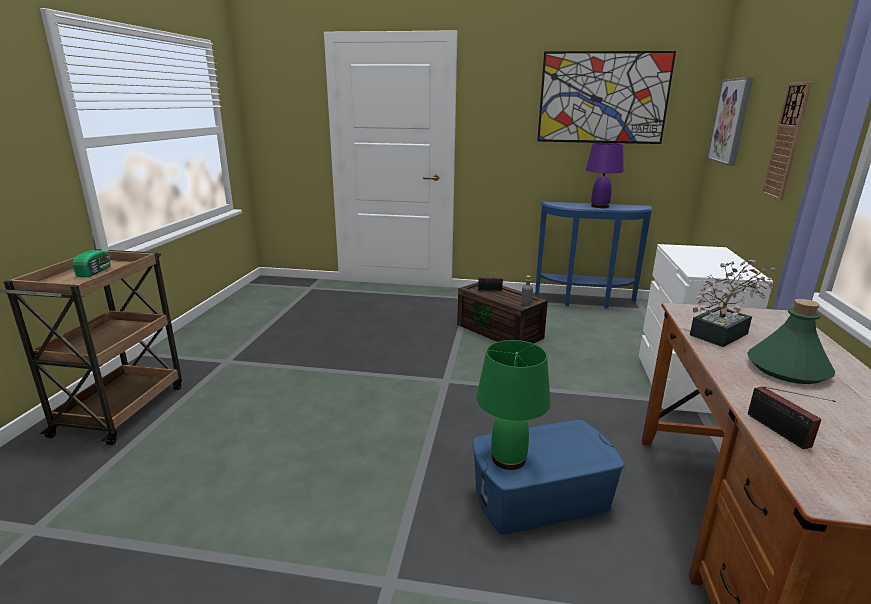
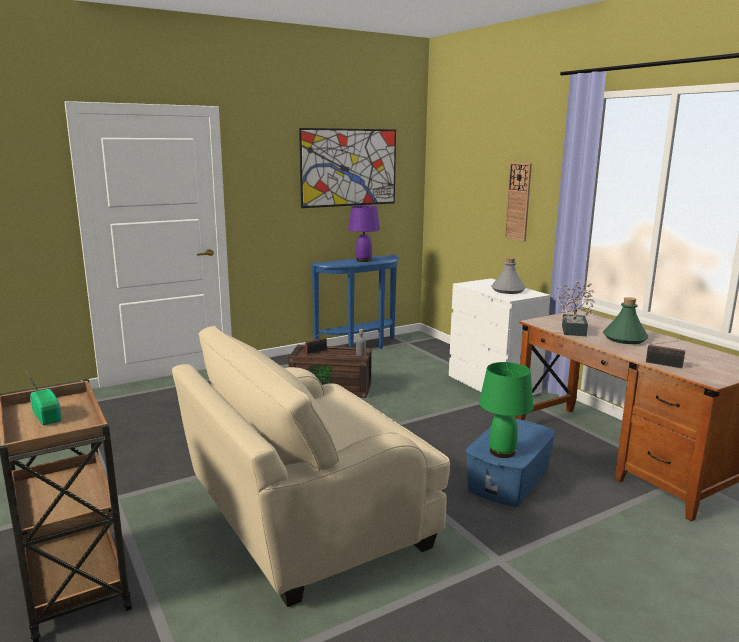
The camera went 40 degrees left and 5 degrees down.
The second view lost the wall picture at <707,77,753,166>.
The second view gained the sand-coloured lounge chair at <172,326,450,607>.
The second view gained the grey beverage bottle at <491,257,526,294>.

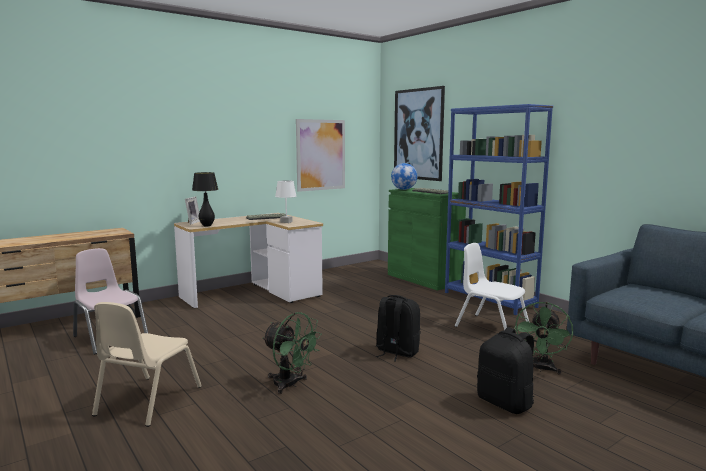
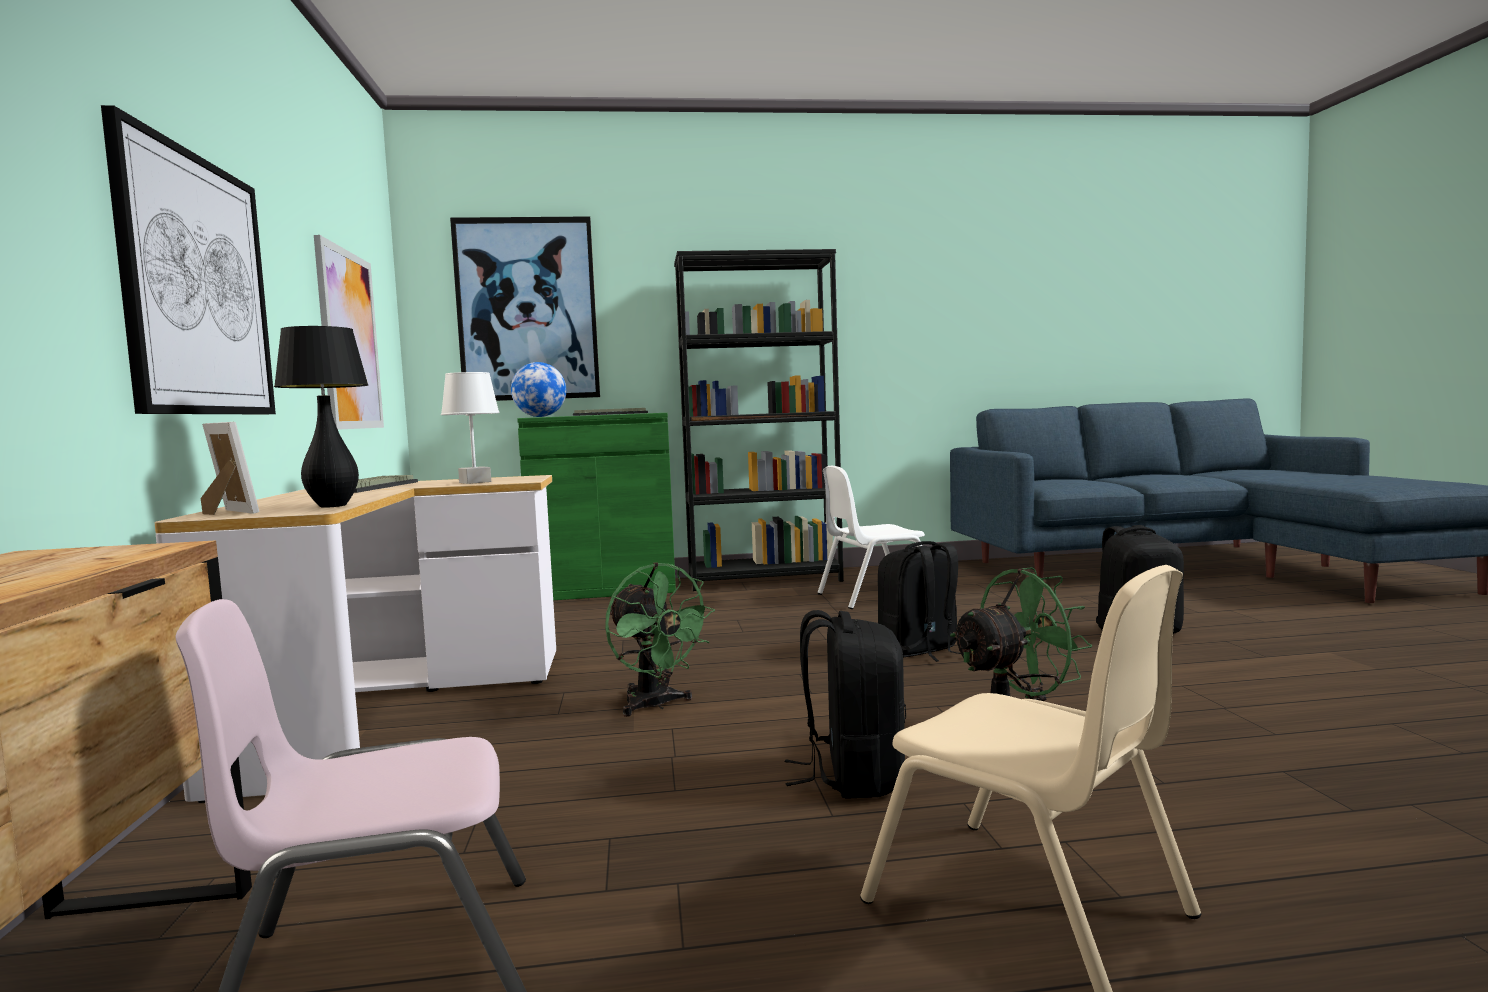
The camera went 60 degrees left and 5 degrees down.
The second view gained the wall picture at <101,105,276,414>.
The second view gained the blackish rucksack at <785,610,906,799>.
The green-coloured cooling fan ended up elsewhere, having gone from <514,302,573,375> to <605,562,715,717>.
What was the bluish bookshelf at <445,104,553,315> turned into the blackish bookshelf at <674,249,844,591>.

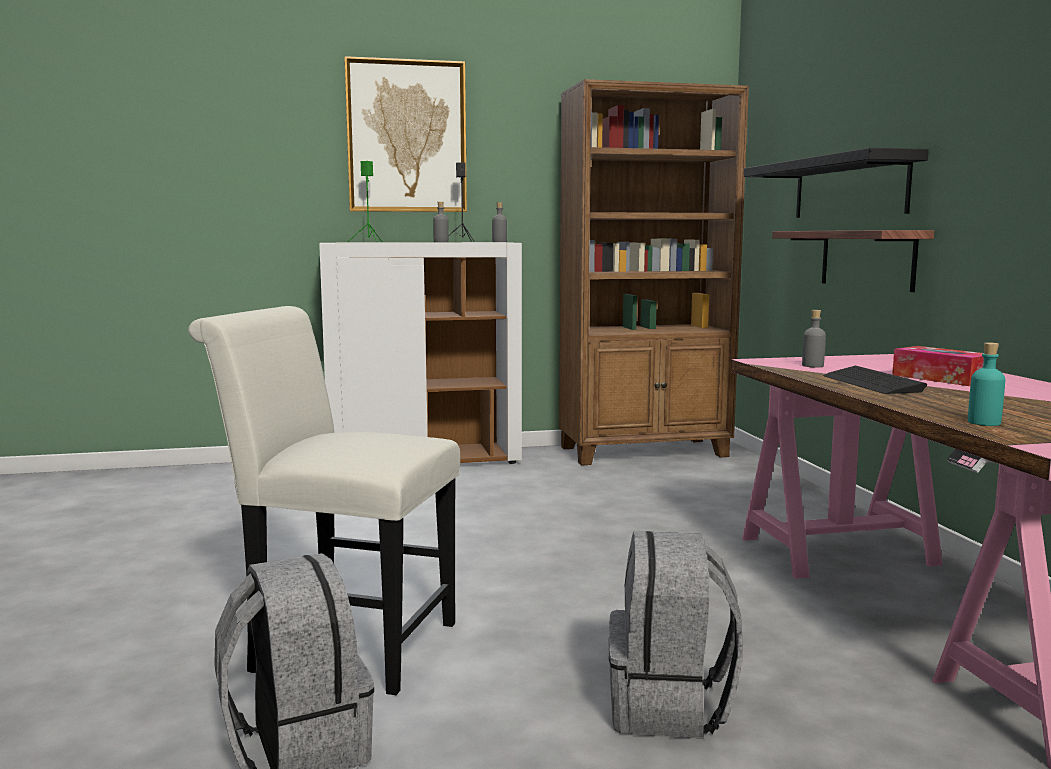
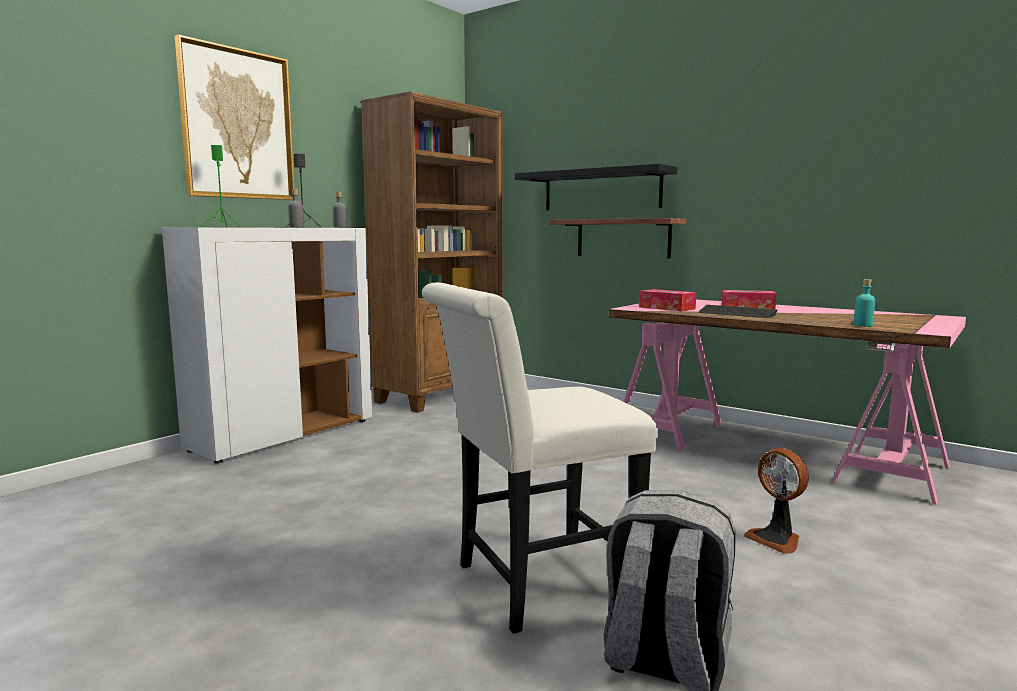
The camera went 40 degrees left and 0 degrees up.
Where the grey rucksack stood at <609,531,743,739>, the cooling fan came to stand at <744,448,809,553>.
Where the grey beverage bottle stood at <802,310,826,368>, the tissue holder came to stand at <639,289,696,311>.

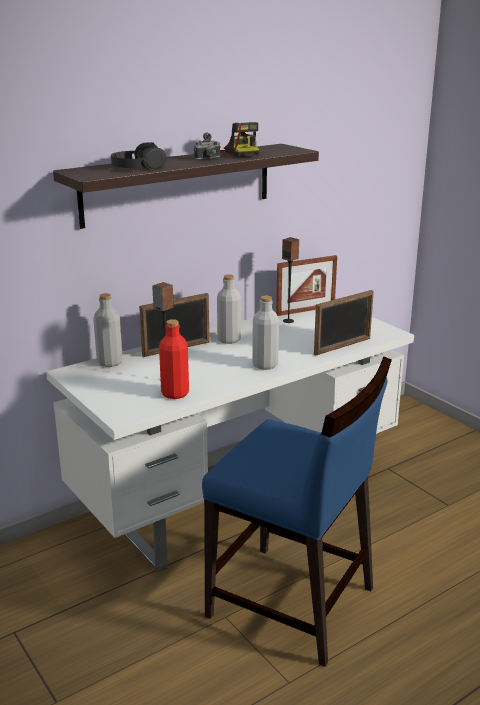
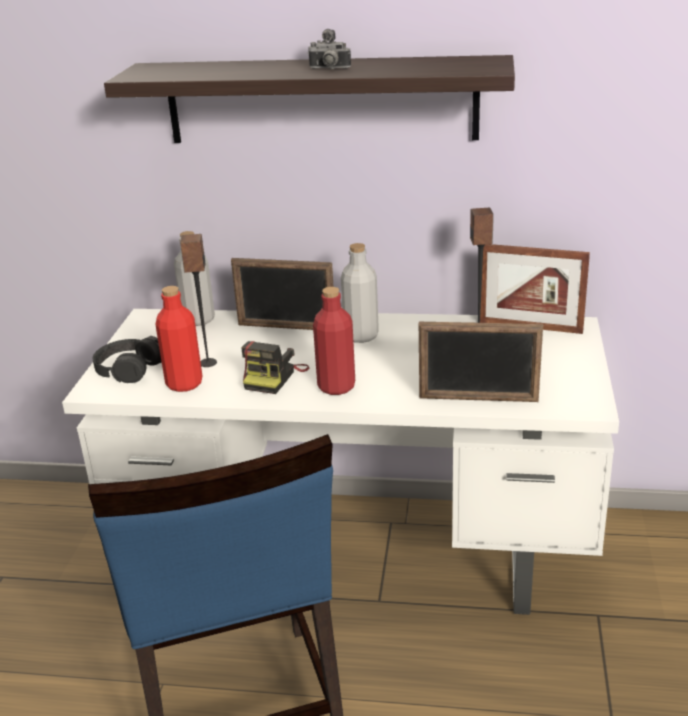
The camera went 45 degrees right and 5 degrees up.
The blackish pair of headphones ended up elsewhere, having gone from <111,142,166,170> to <93,336,162,383>.
The still camera ended up elsewhere, having gone from <220,122,259,157> to <241,341,309,394>.
What was the grey beverage bottle at <252,296,279,370> turned into the red beverage bottle at <313,287,355,395>.

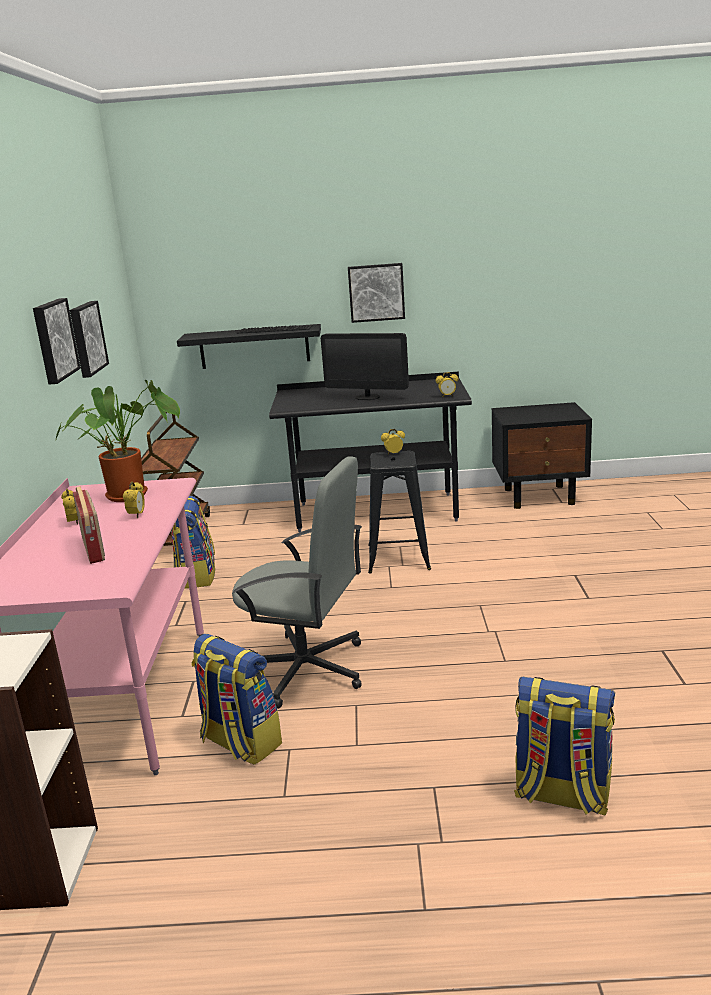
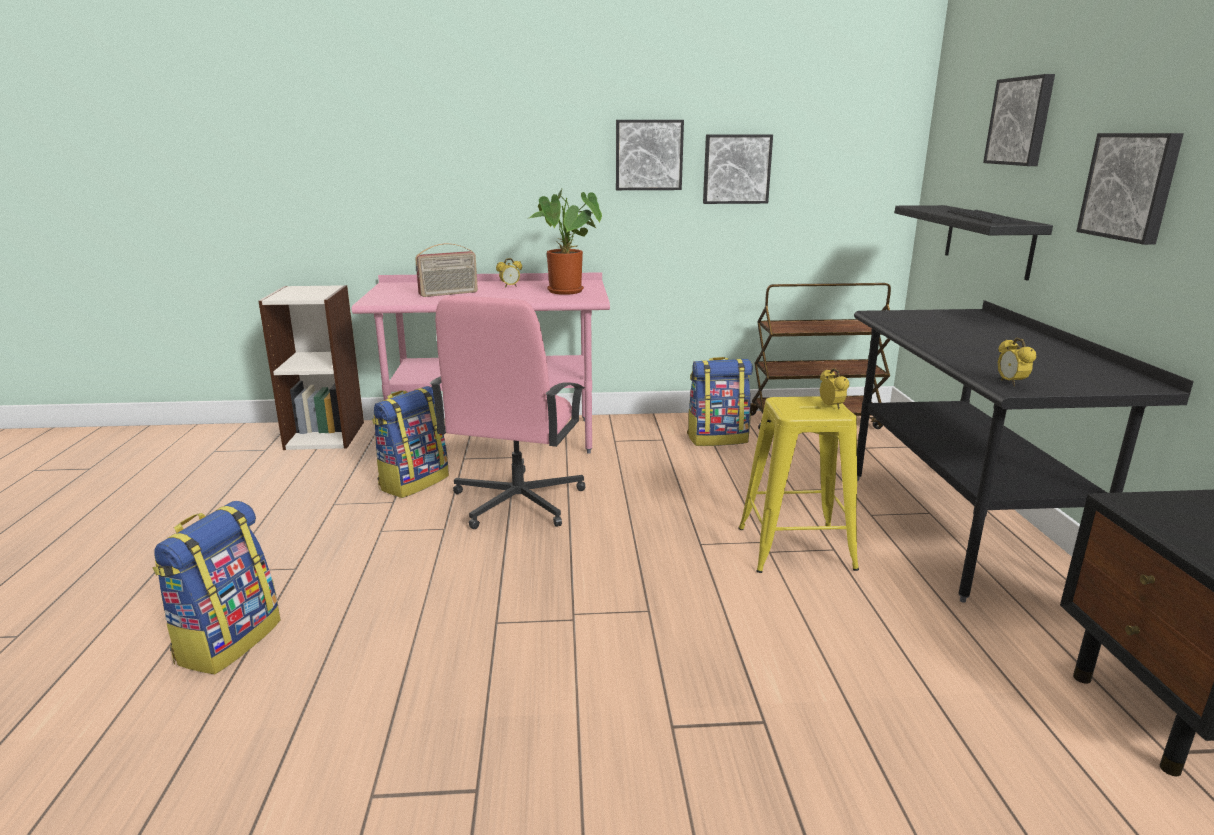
The camera went 85 degrees right and 0 degrees up.
The second view lost the bedside clock at <123,482,145,518>.
The second view lost the monitor at <321,333,409,400>.
The second view gained the wall picture at <983,74,1055,166>.
What was the grey office chair at <232,456,362,709> turned into the pink office chair at <430,296,585,529>.
What was the blackish stool seat at <368,451,431,573> turned into the yellow stool seat at <738,396,859,573>.

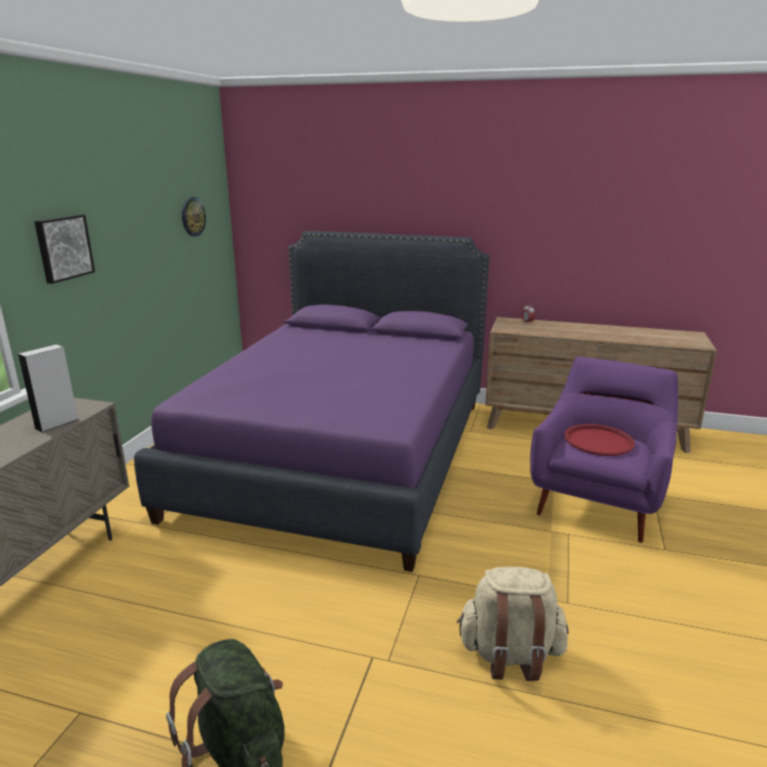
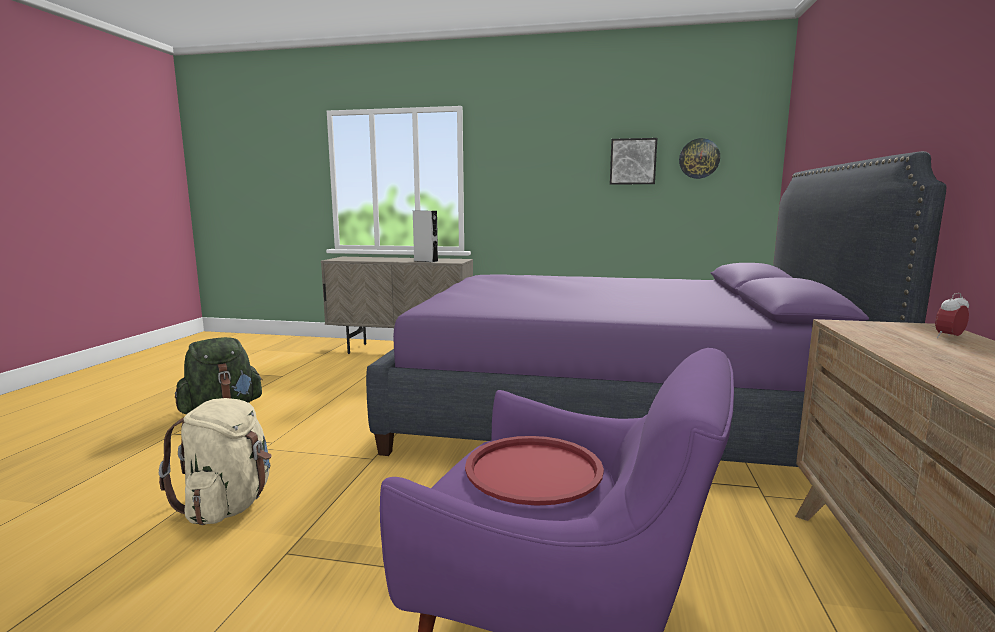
The camera went 85 degrees right and 10 degrees down.
The wall picture ended up elsewhere, having gone from <34,214,95,284> to <610,138,657,185>.

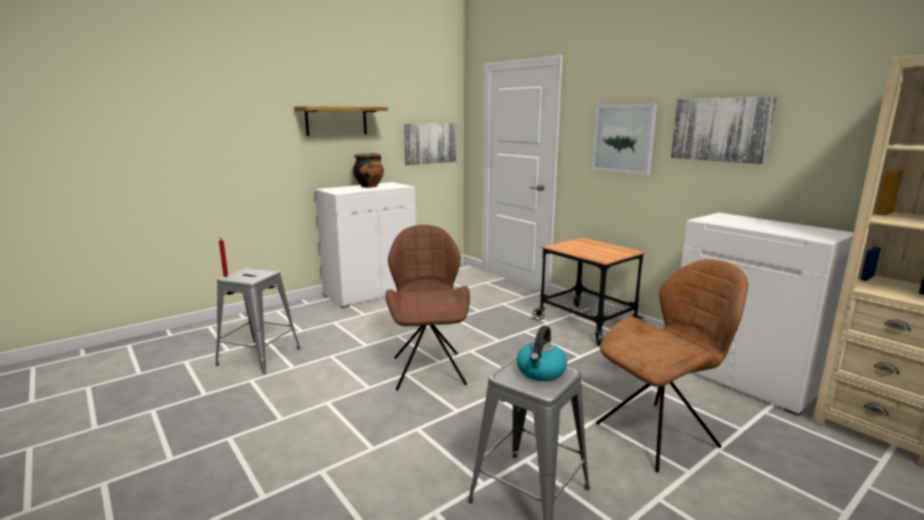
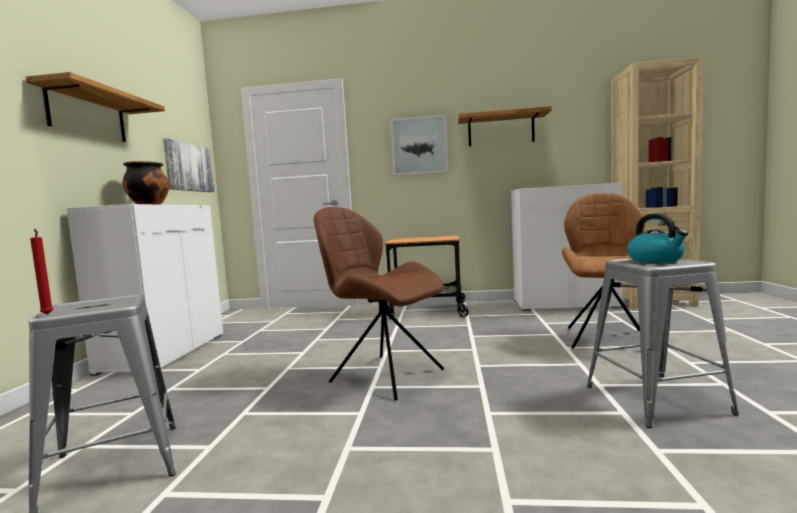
The camera went 45 degrees left and 10 degrees down.
Where the wall picture hung at <671,97,777,164>, the shelf came to hang at <458,106,552,147>.

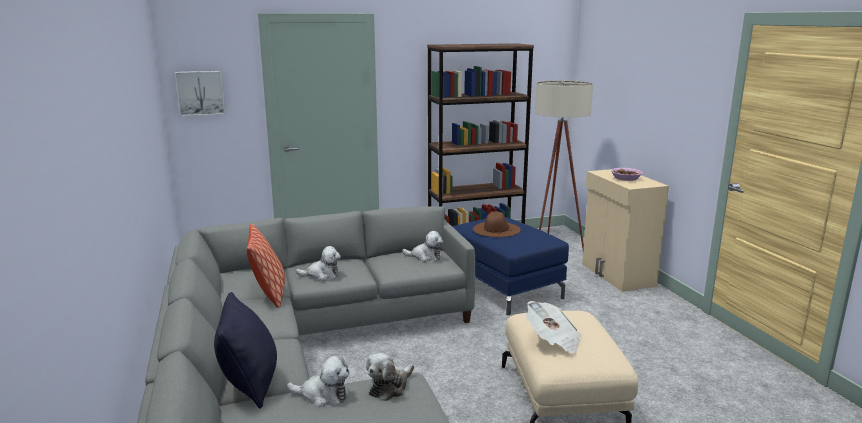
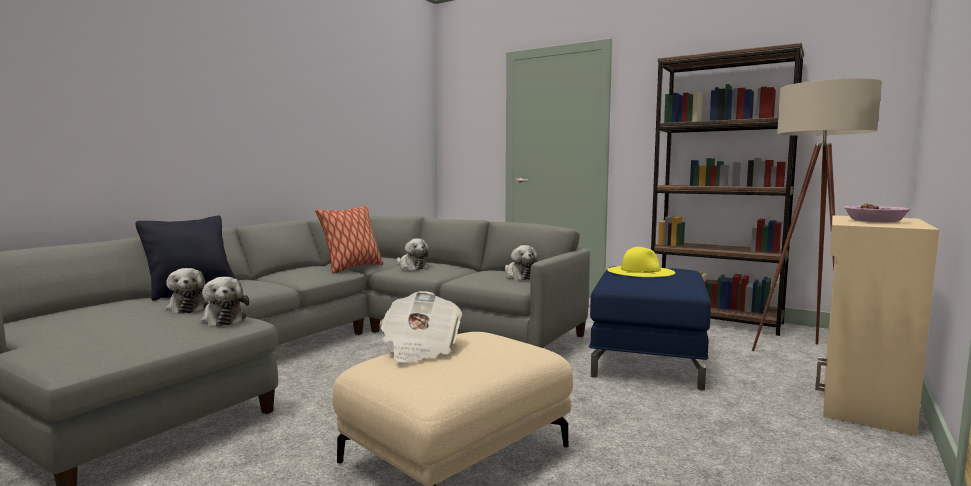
The camera went 50 degrees right and 10 degrees down.
The second view lost the wall picture at <175,71,225,116>.
What was the brown-coloured wearable hat at <473,212,521,237> turned into the yellow wearable hat at <607,247,675,277>.
The plush toy at <366,353,414,401> ended up facing another way, 120 degrees counterclockwise from before.

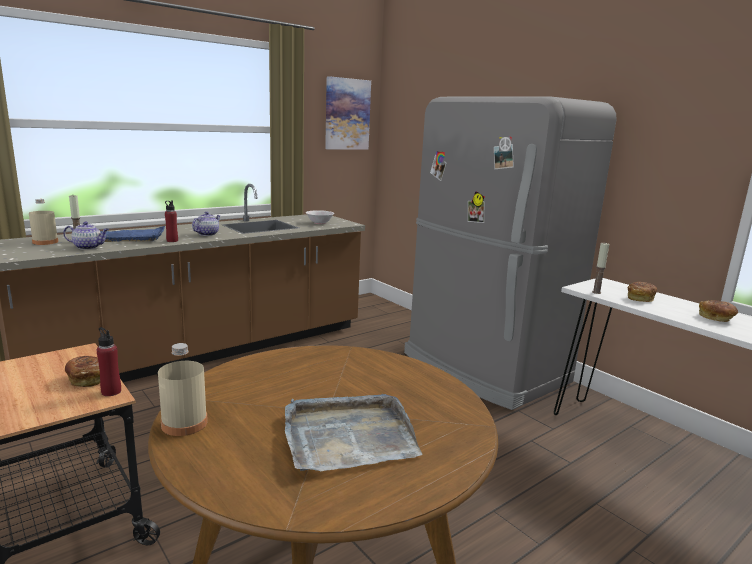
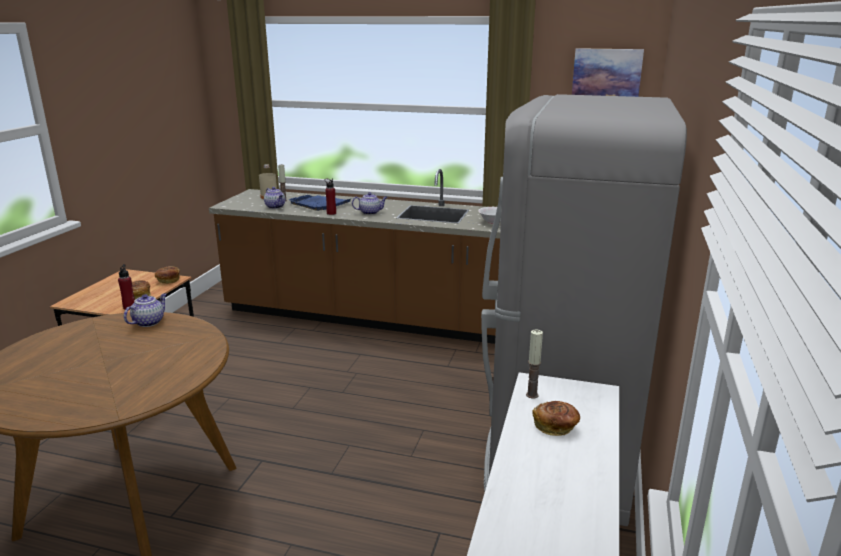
The camera went 55 degrees right and 5 degrees up.
The second view lost the sand-coloured beverage bottle at <158,343,208,436>.
The second view lost the grey serving tray at <285,394,422,471>.
The second view gained the teapot at <124,293,167,327>.
The bread ended up elsewhere, having gone from <699,300,738,322> to <155,266,180,284>.

